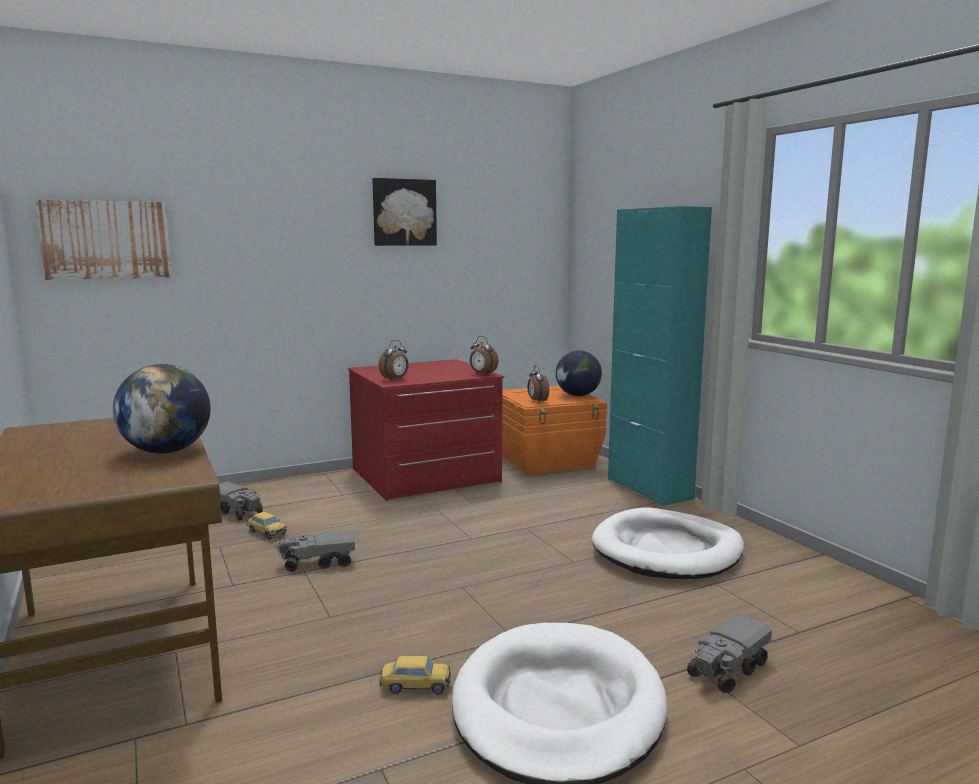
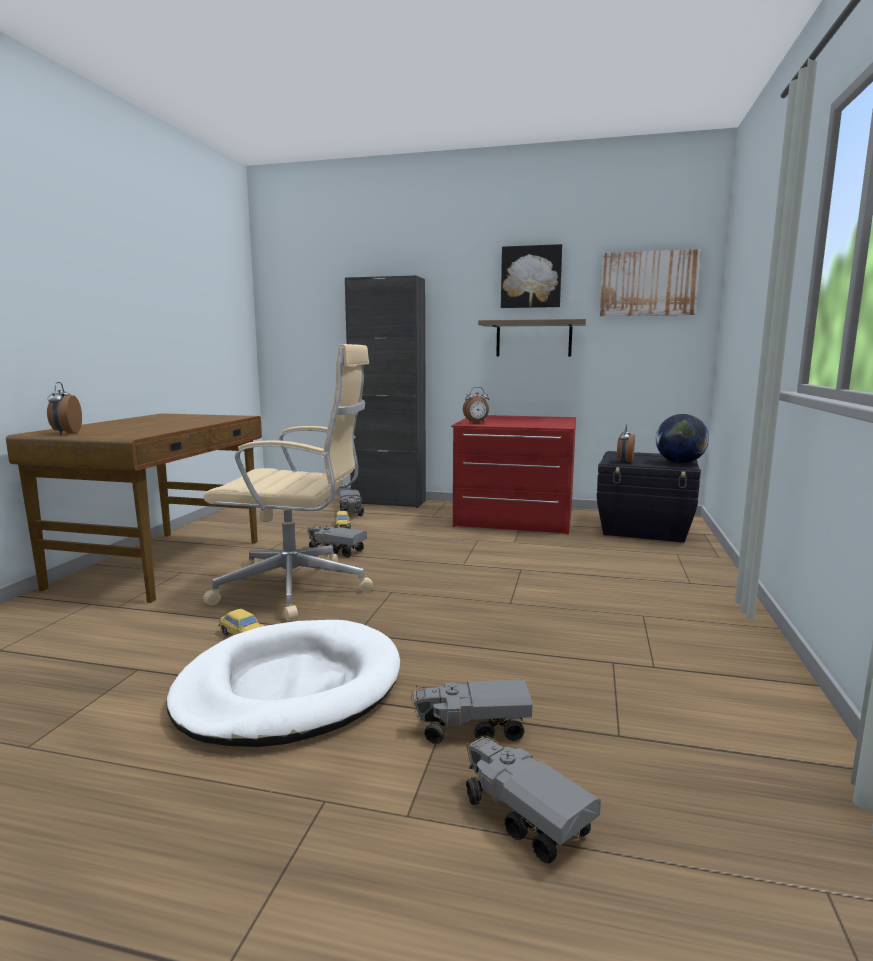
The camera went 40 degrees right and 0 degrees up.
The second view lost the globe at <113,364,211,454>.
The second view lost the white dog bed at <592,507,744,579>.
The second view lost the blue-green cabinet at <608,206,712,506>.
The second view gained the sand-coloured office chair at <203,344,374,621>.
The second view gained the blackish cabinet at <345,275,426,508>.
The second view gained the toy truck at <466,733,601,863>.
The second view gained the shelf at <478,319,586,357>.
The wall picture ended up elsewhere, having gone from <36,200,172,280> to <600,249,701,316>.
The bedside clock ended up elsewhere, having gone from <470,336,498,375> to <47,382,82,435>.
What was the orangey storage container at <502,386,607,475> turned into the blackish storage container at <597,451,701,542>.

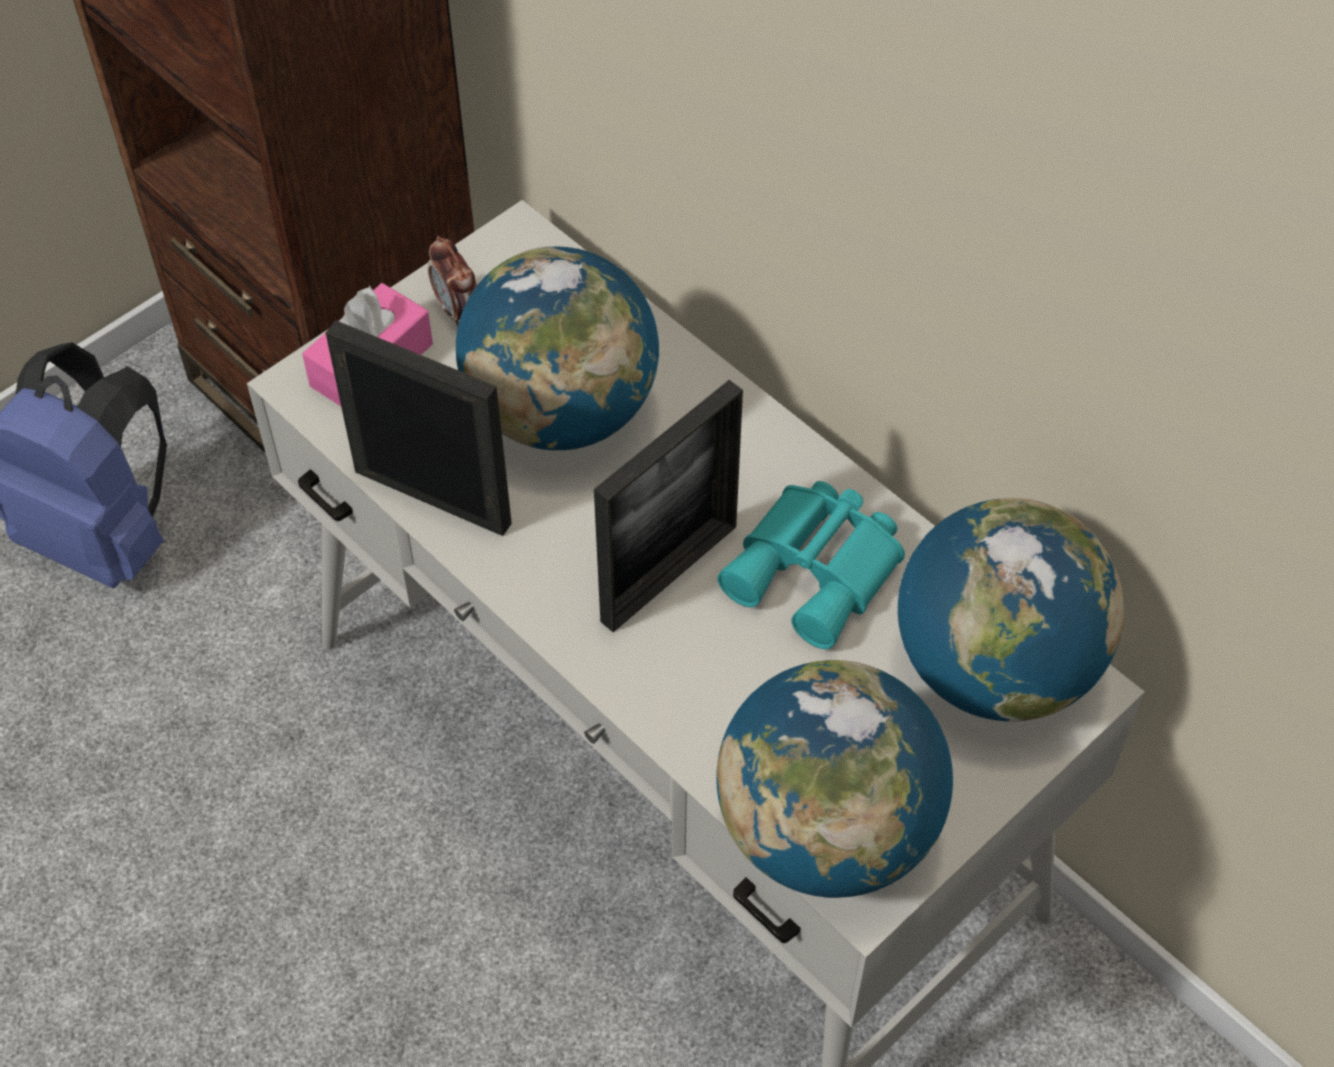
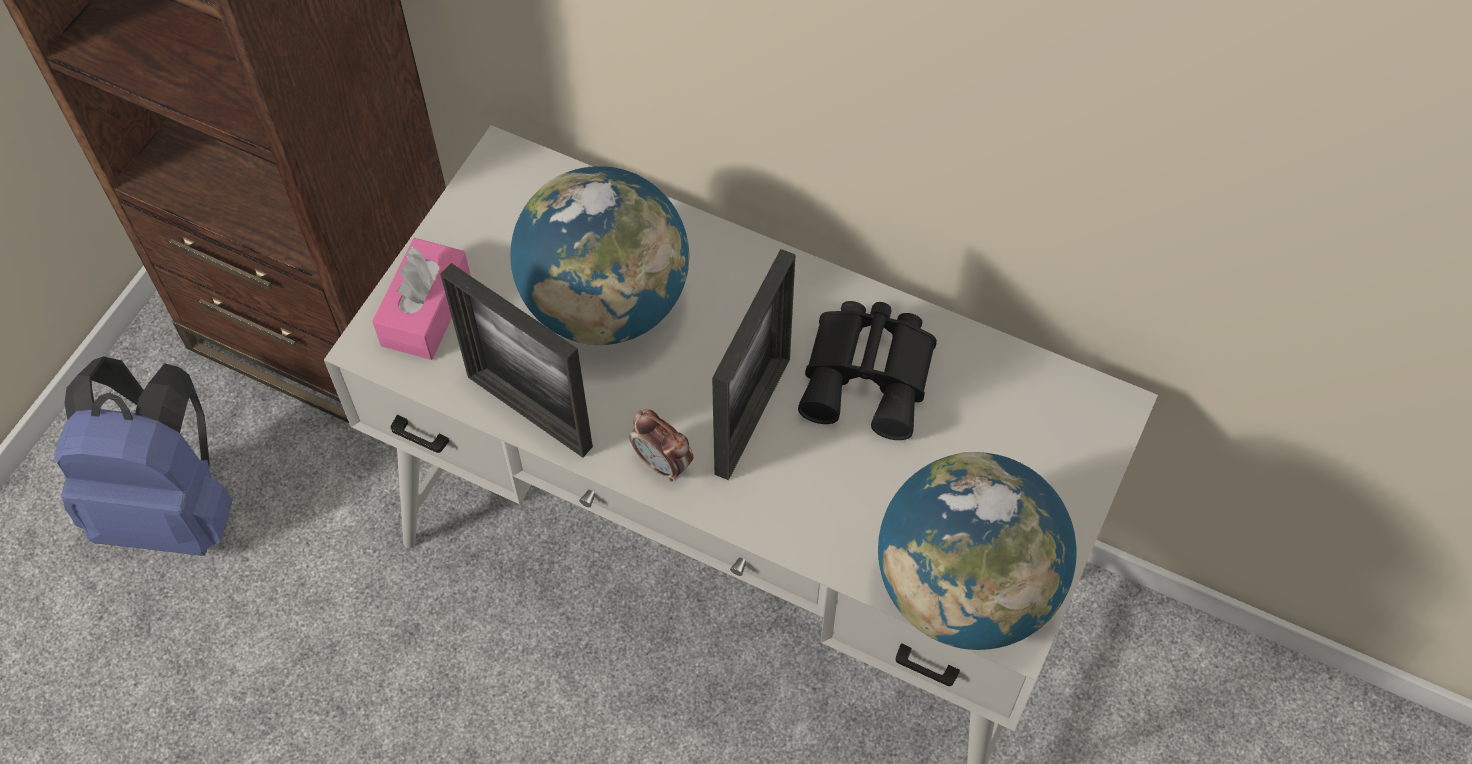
The camera went 20 degrees left and 5 degrees up.
The second view lost the globe at <898,498,1124,722>.
The bedside clock ended up elsewhere, having gone from <428,236,477,327> to <629,409,693,482>.
What was the blue-green binoculars at <717,481,905,649> turned into the blackish binoculars at <798,301,937,440>.
The picture frame at <326,320,512,536> ended up facing another way, 150 degrees counterclockwise from before.

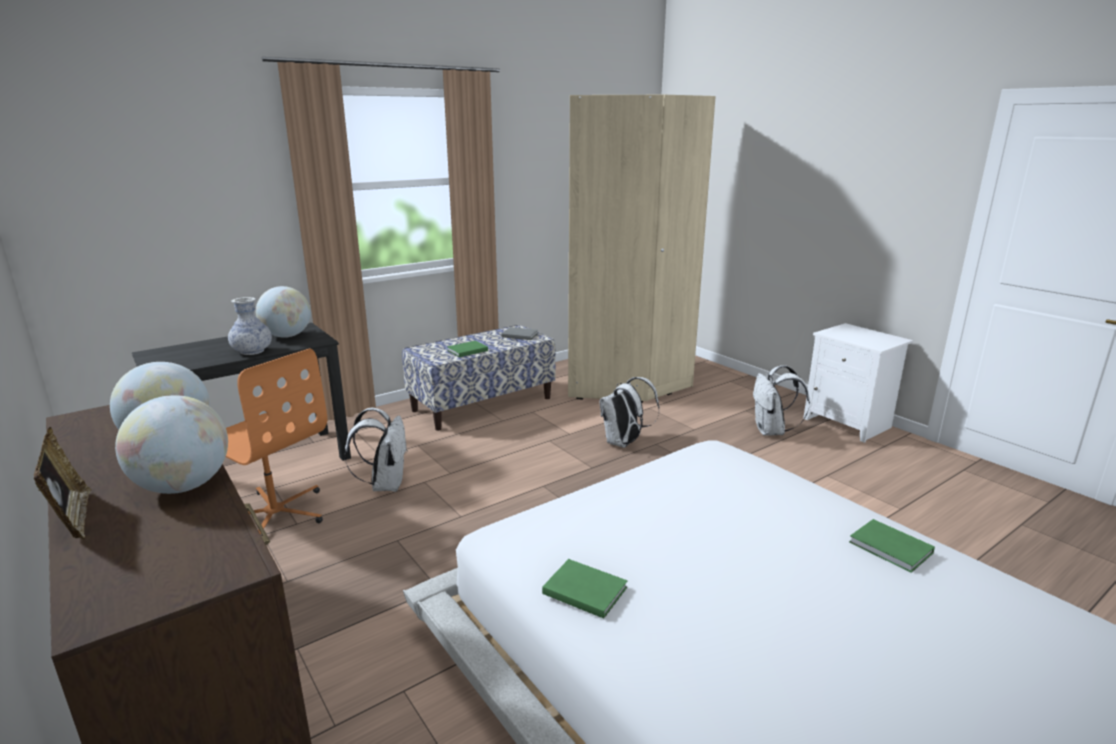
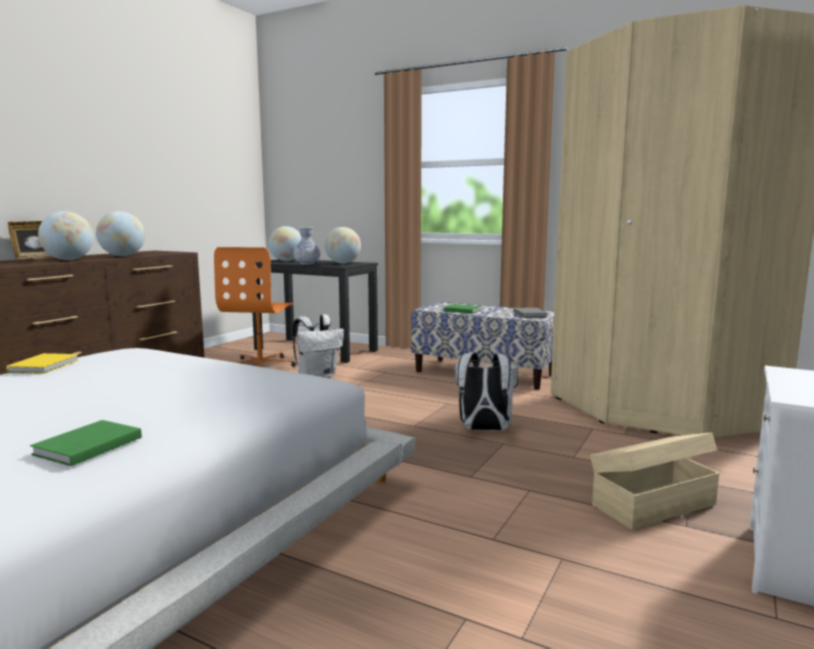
The camera went 65 degrees right and 10 degrees down.
The second view gained the globe at <268,226,301,261>.
Where the white rucksack stood at <753,365,810,436>, the sand-coloured storage container came to stand at <590,433,719,530>.
What was the green-coloured book at <542,559,628,619> turned into the yellow book at <6,353,79,374>.

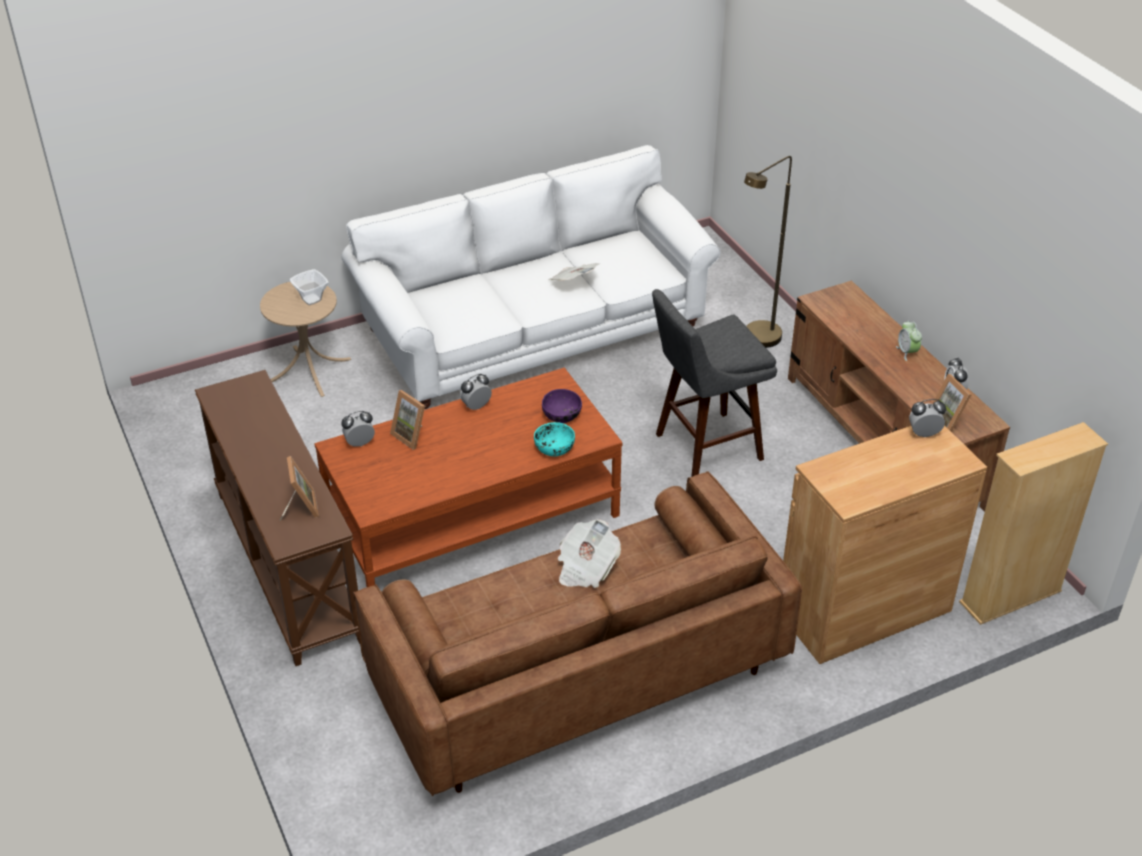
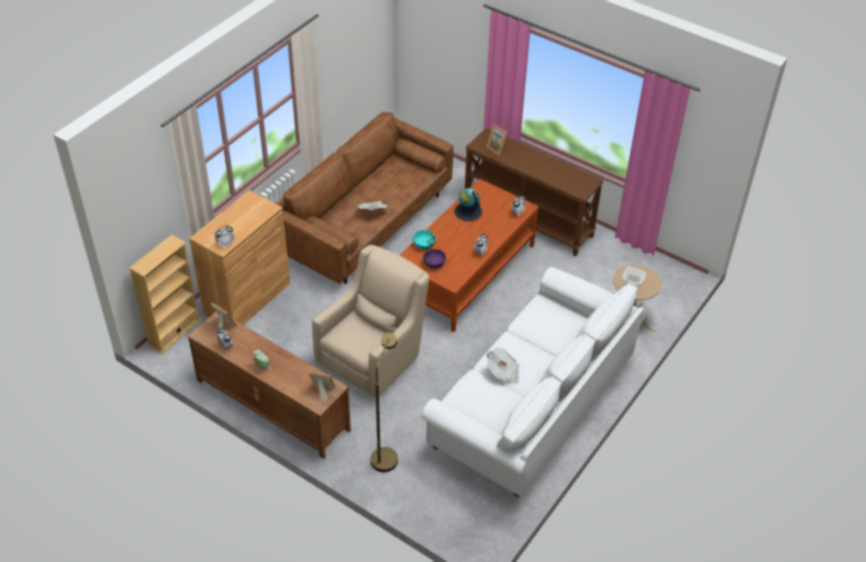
The camera went 150 degrees right and 5 degrees up.
The second view gained the globe at <454,188,482,221>.
The picture frame ended up elsewhere, having gone from <390,390,425,450> to <308,370,335,402>.
Where the grey stool seat stood at <652,289,777,477>, the sand-coloured lounge chair came to stand at <312,245,430,398>.

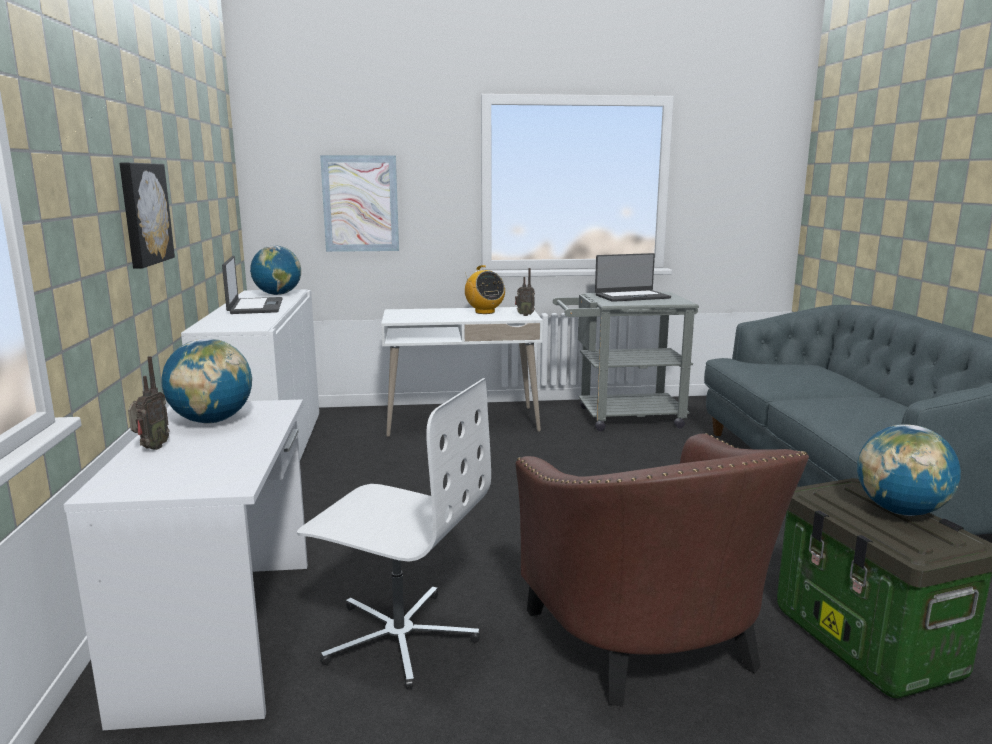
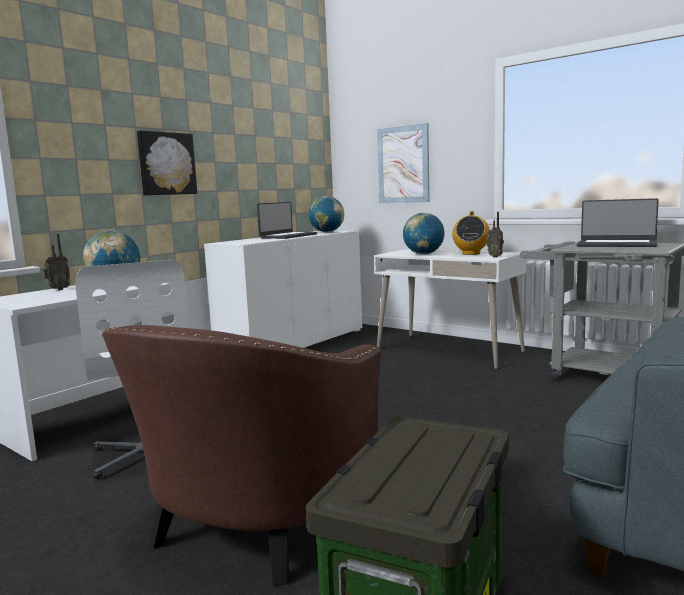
The camera went 45 degrees right and 5 degrees down.
The globe ended up elsewhere, having gone from <857,424,961,516> to <403,213,445,255>.

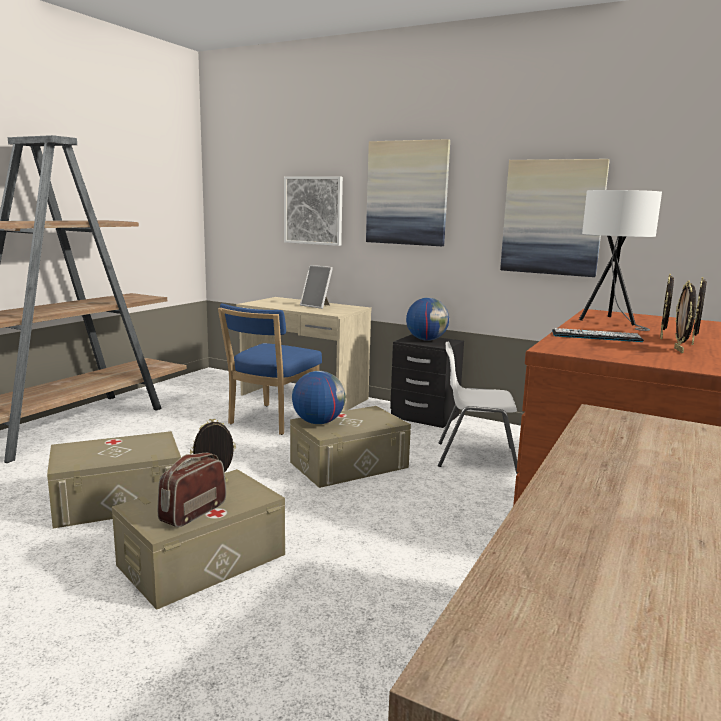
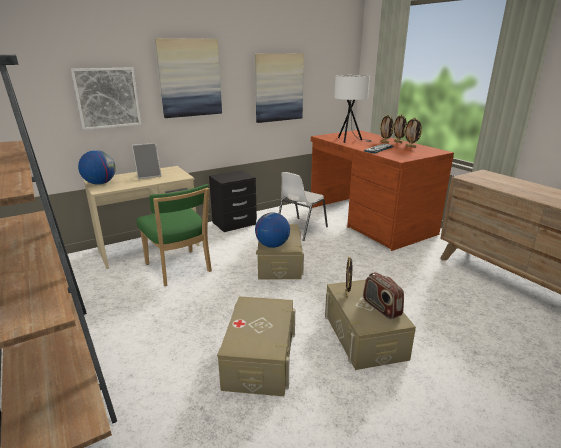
The camera went 60 degrees left and 10 degrees up.
The globe ended up elsewhere, having gone from <406,298,449,341> to <78,150,116,185>.
What was the bluish plain chair at <218,304,322,435> turned into the green-coloured plain chair at <136,184,212,286>.

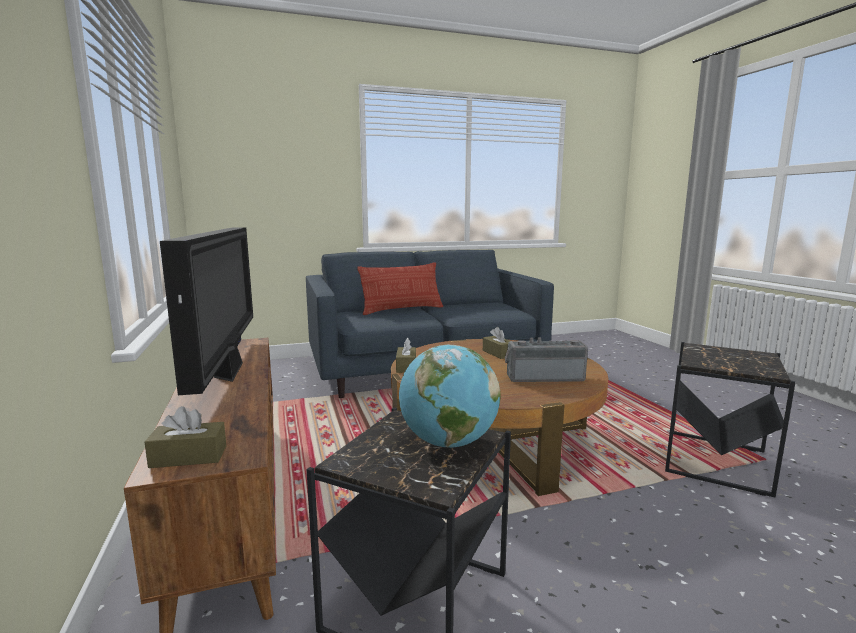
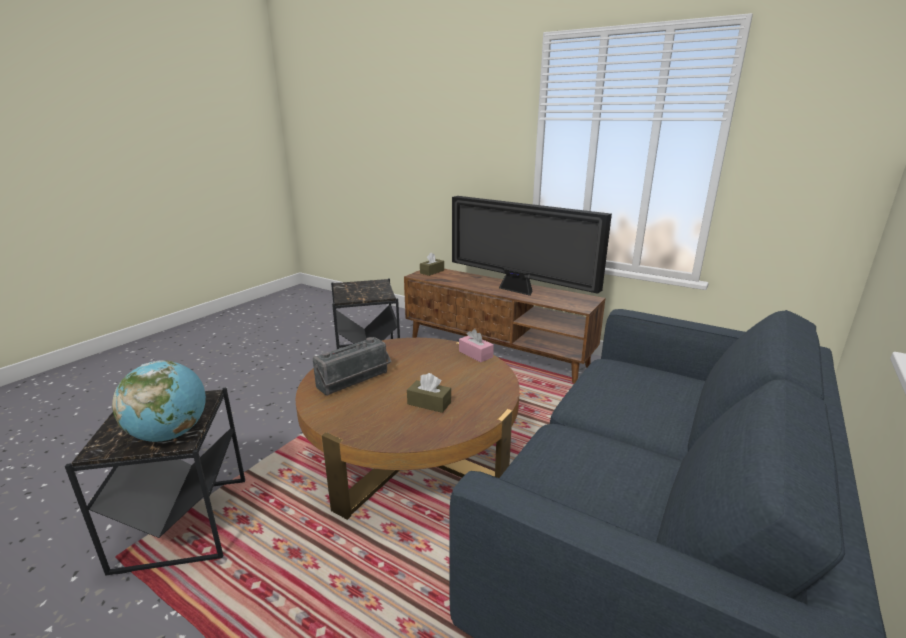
The camera went 140 degrees right and 10 degrees up.
The second view lost the pillow at <357,262,443,315>.
The globe ended up elsewhere, having gone from <399,345,501,448> to <112,360,206,442>.
What was the brown-coloured tissue holder at <396,338,416,373> turned into the pink tissue holder at <459,329,494,362>.

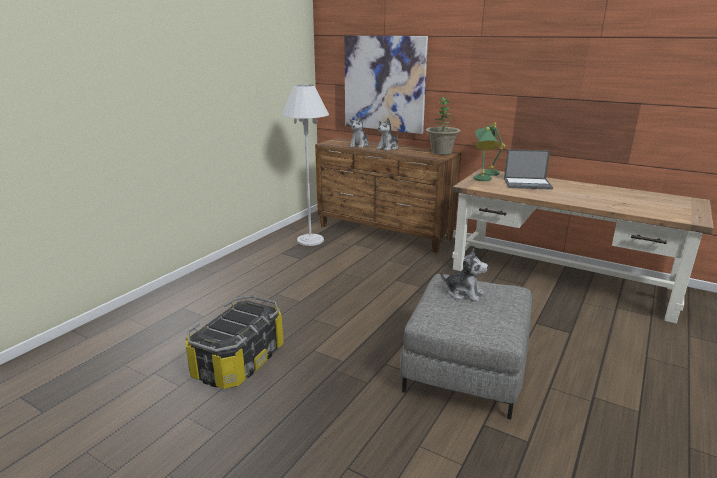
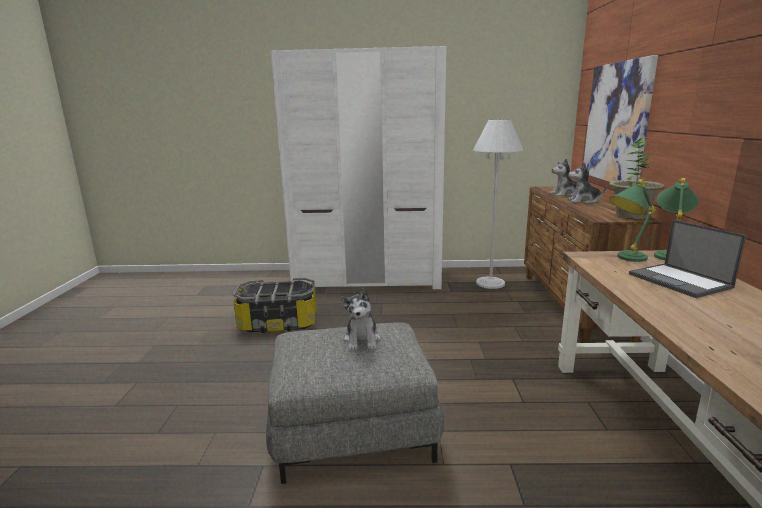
The camera went 60 degrees right and 5 degrees down.
The second view gained the white armoire at <270,46,447,290>.

